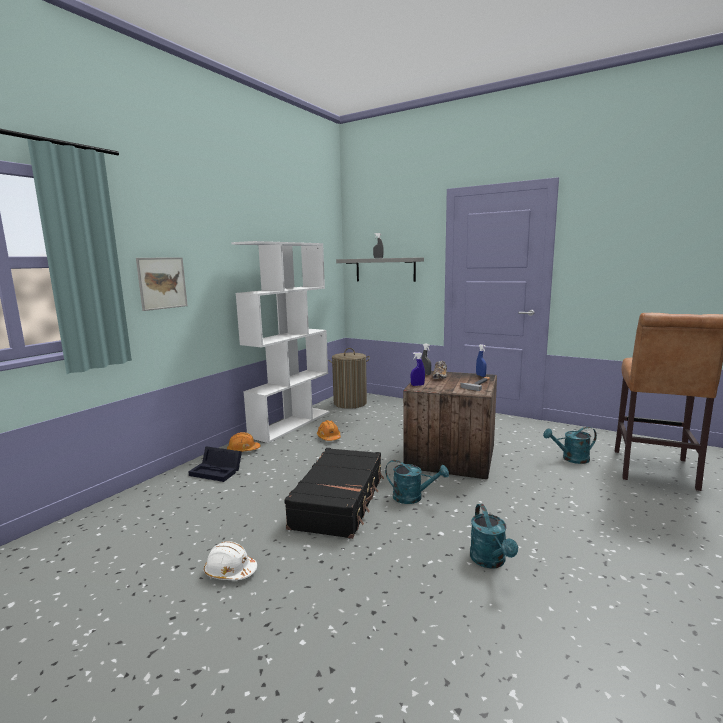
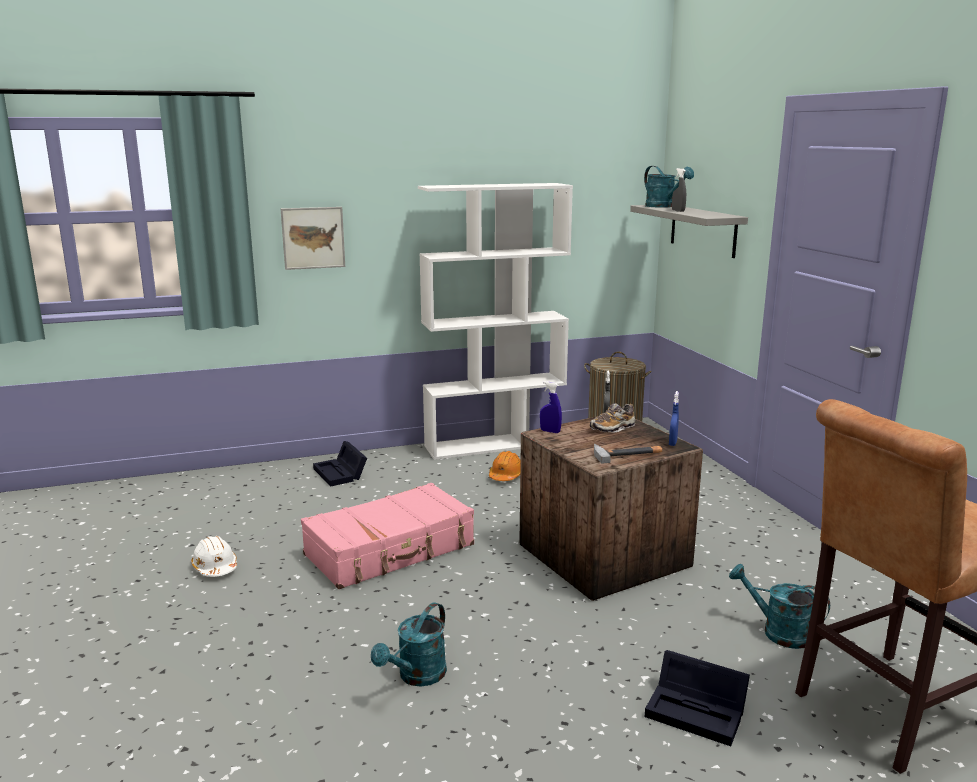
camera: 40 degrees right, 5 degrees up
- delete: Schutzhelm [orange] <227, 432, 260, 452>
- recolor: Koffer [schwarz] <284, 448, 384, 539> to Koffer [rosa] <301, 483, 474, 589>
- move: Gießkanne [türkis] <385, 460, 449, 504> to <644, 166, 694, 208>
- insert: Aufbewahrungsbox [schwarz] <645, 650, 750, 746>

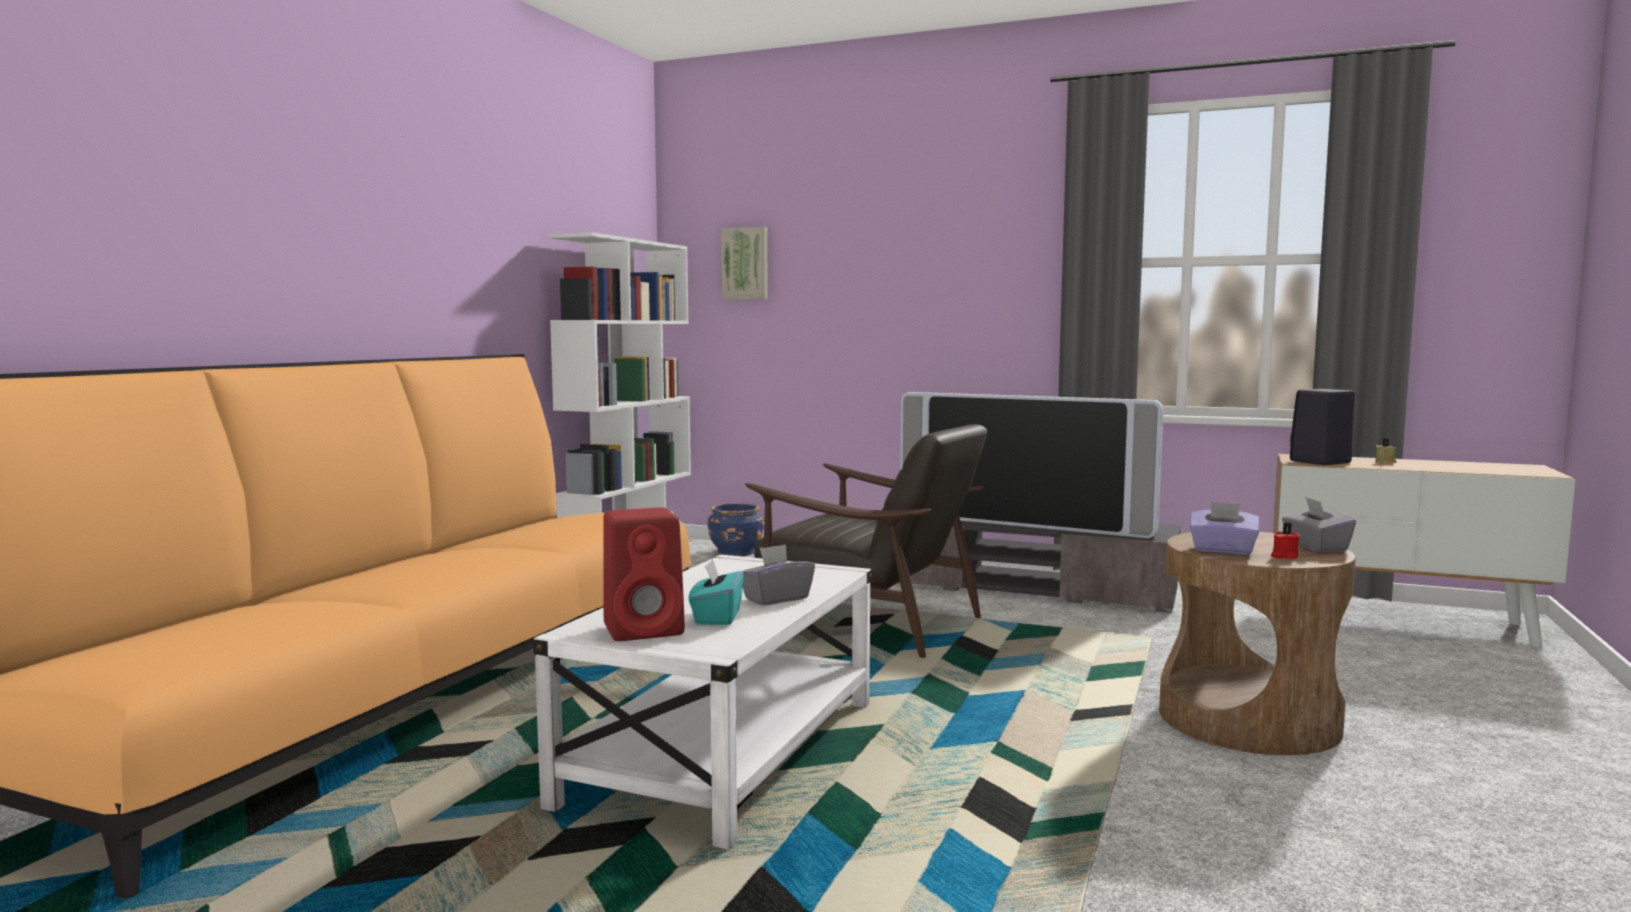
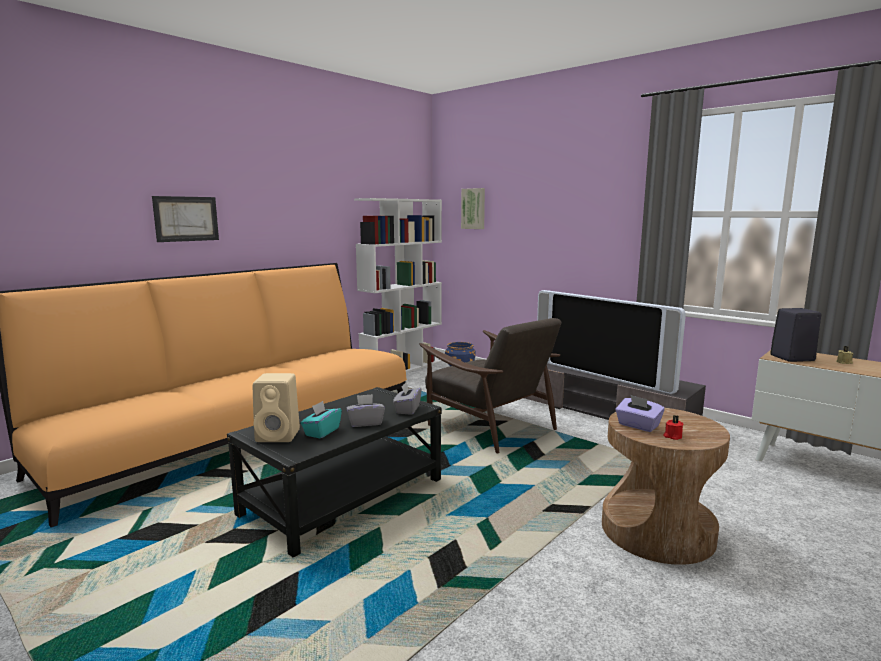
camera: 20 degrees right, 5 degrees up
- move: Taschentuchbox [grau] <1282, 497, 1356, 552> to <393, 382, 422, 415>
- recolor: Lautsprecher [rot] <603, 507, 685, 641> to Lautsprecher [beige] <253, 373, 300, 442>
- recolor: Couchtisch [weiß] <533, 555, 872, 850> to Couchtisch [schwarz] <227, 387, 442, 557>
- insert: Bild <152, 196, 219, 242>

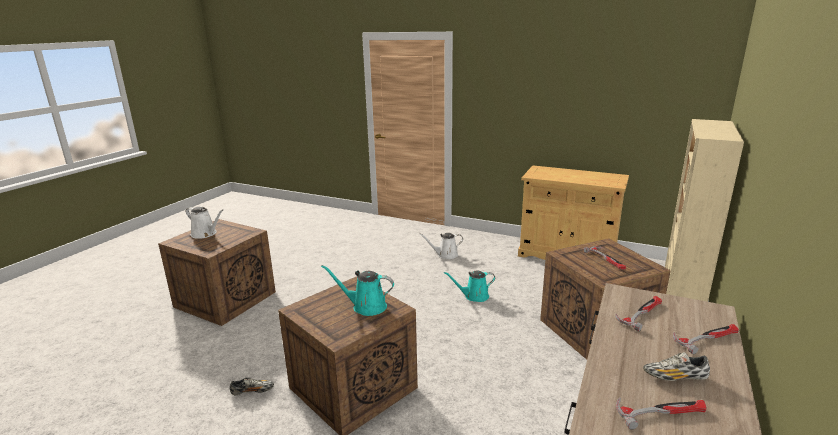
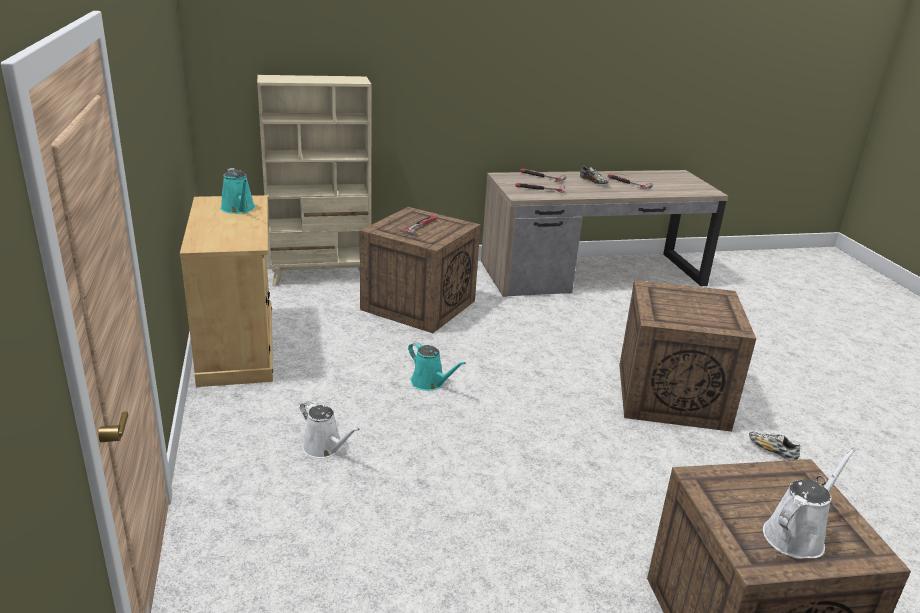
camera: 130 degrees left, 5 degrees up
- rotate: Gießkanne [weiß] <186, 207, 224, 239> = <763, 448, 856, 559> 60 degrees clockwise
- move: Gießkanne [türkis] <321, 265, 394, 316> to <221, 168, 255, 214>

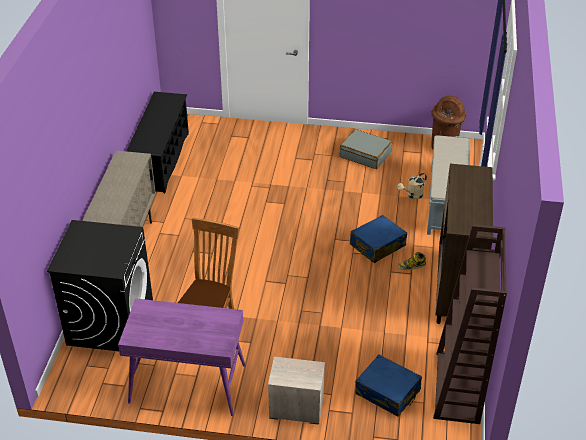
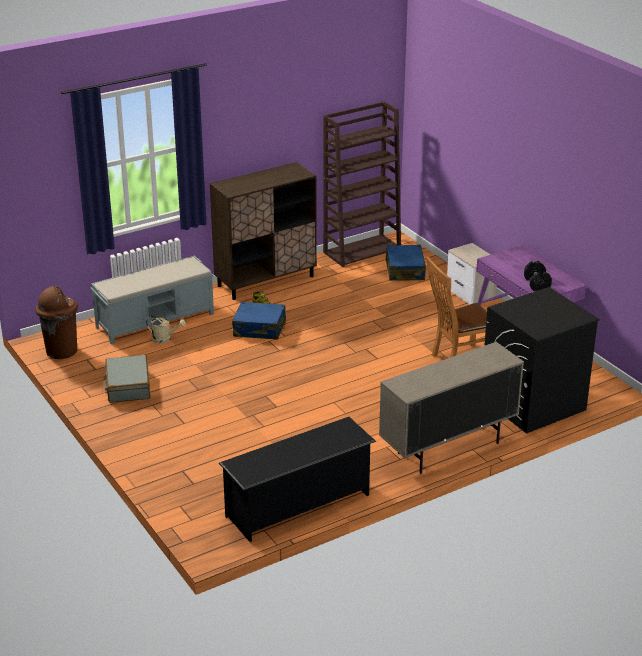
camera: 130 degrees left, 10 degrees down
- insert: Hantel [schwarz] <524, 261, 552, 291>

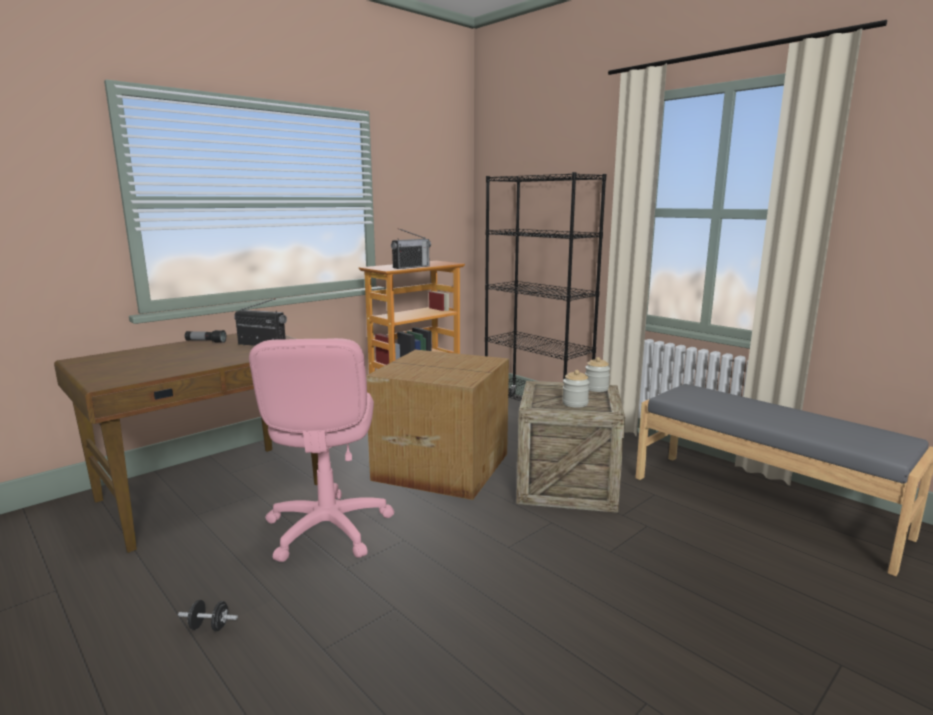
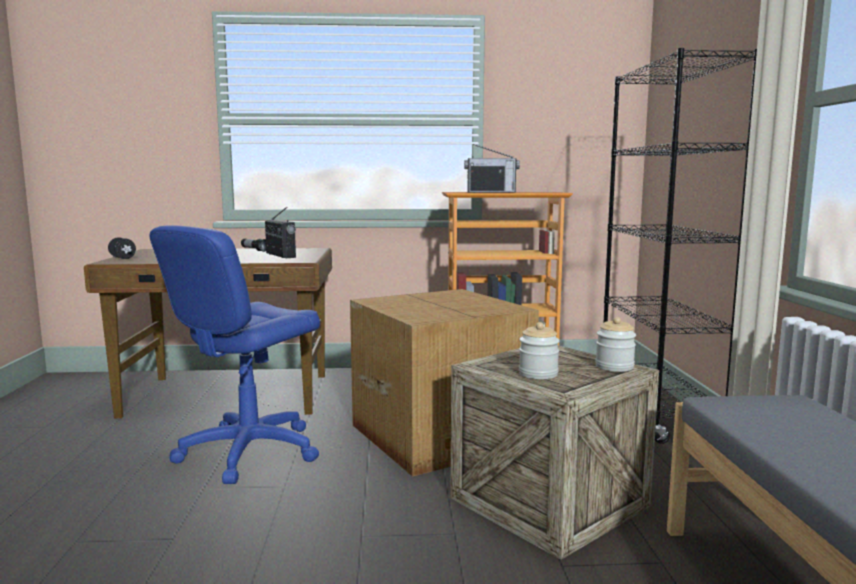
camera: 40 degrees right, 5 degrees down
- recolor: Bürostuhl [rosa] <249, 338, 394, 562> to Bürostuhl [blau] <149, 225, 320, 484>
- move: Hantel [schwarz] <178, 600, 238, 631> to <108, 237, 136, 259>

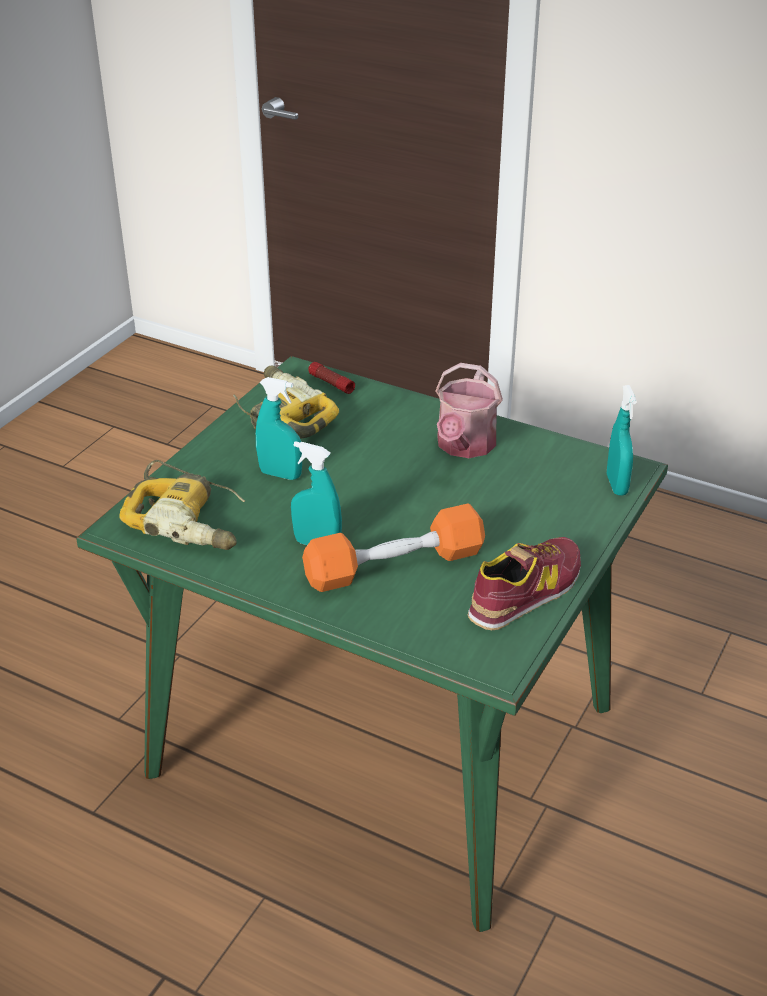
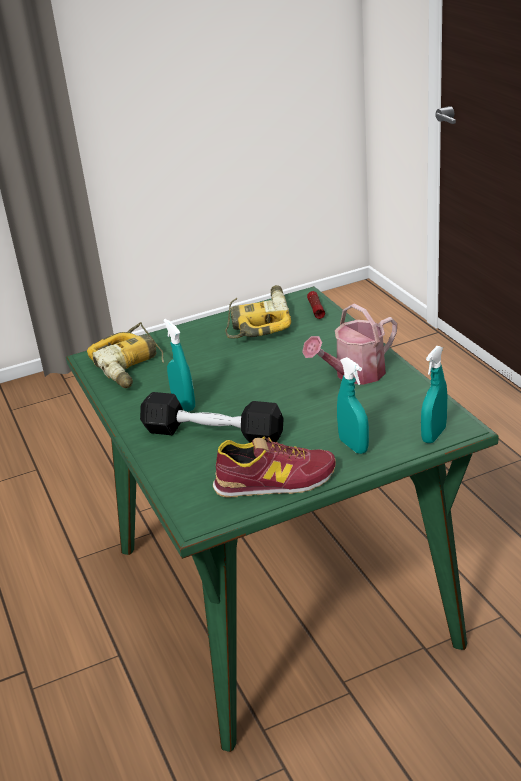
camera: 40 degrees right, 5 degrees down
- move: Sprühflasche [türkis] <256, 377, 302, 480> to <337, 357, 369, 454>
- recolor: Hantel [orange] <302, 503, 485, 592> to Hantel [schwarz] <140, 392, 284, 443>

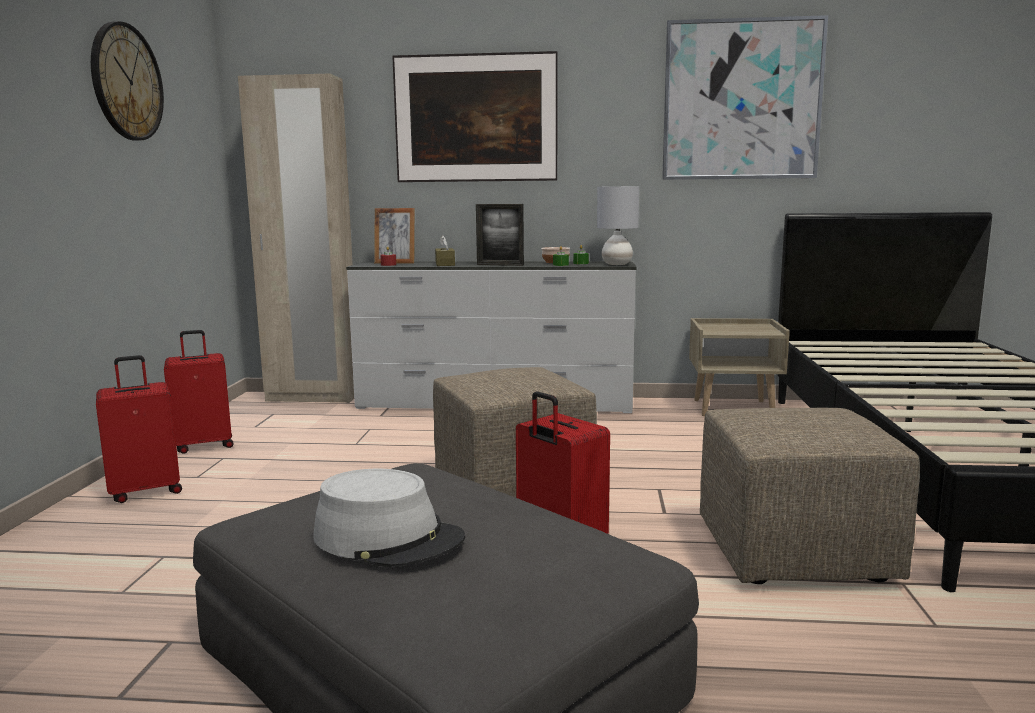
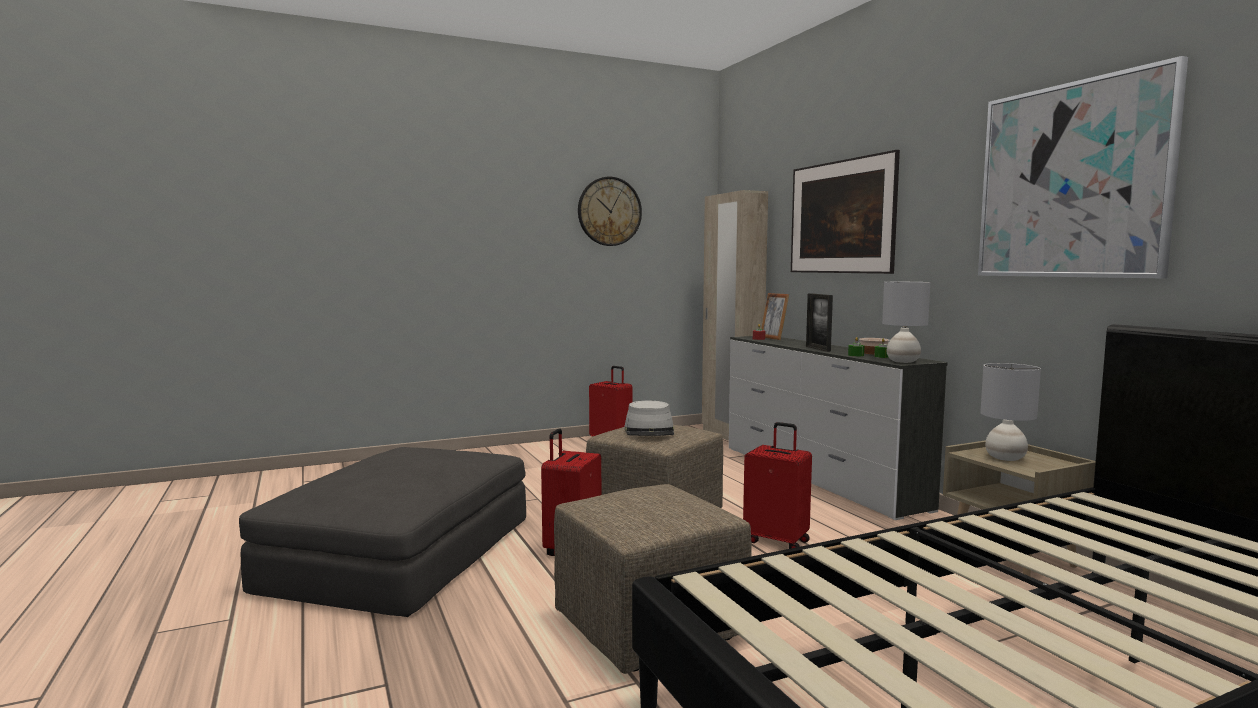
camera: 60 degrees right, 5 degrees down
- delete: Taschentuchbox [braun] <435, 235, 455, 266>
- move: Koffer [rot] <96, 355, 182, 503> to <743, 422, 812, 549>
- move: Hut [grau] <313, 469, 465, 567> to <624, 401, 674, 436>
- insert: Tischlampe [grau] <980, 363, 1041, 461>

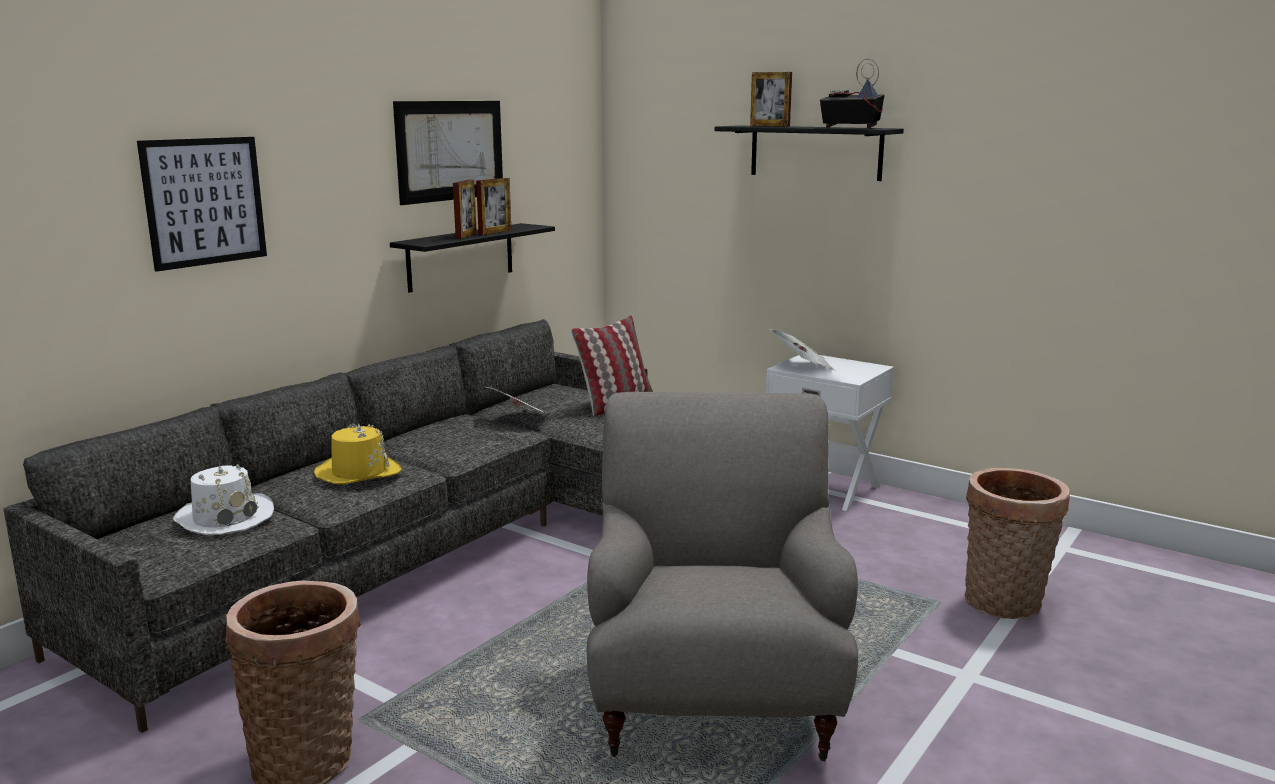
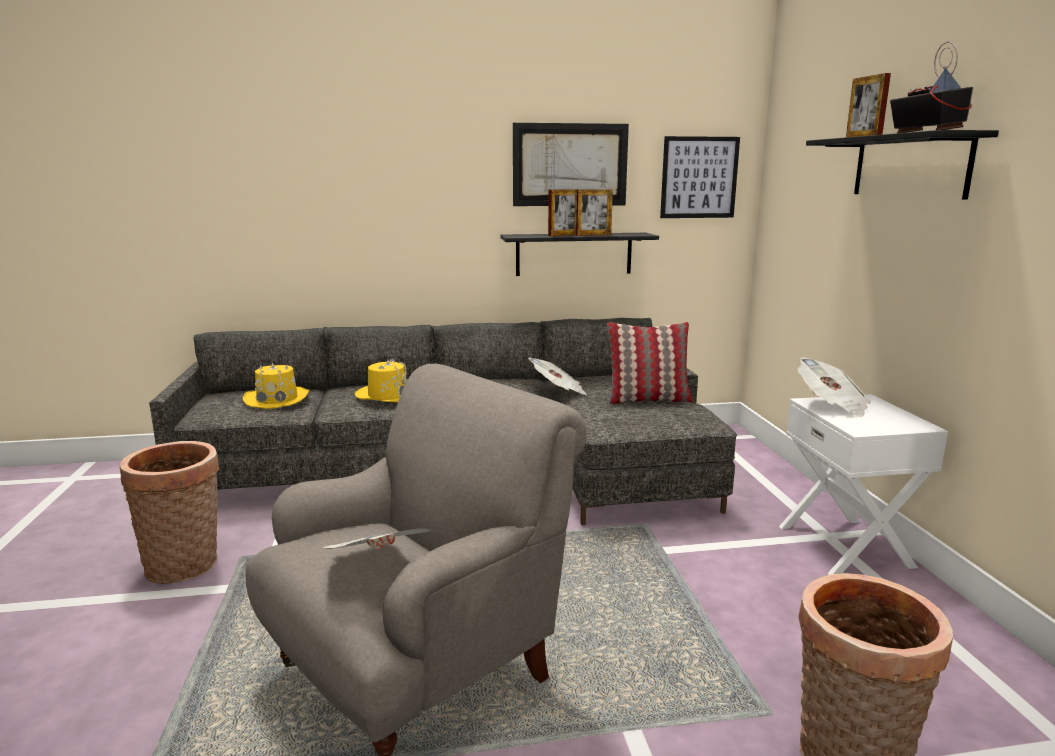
camera: 45 degrees right, 0 degrees up
- move: Bild <137, 137, 267, 272> to <660, 136, 740, 218>
- recolor: Hut [weiß] <173, 464, 274, 535> to Hut [gelb] <243, 362, 309, 409>
- insert: Zeitung <321, 528, 432, 550>

